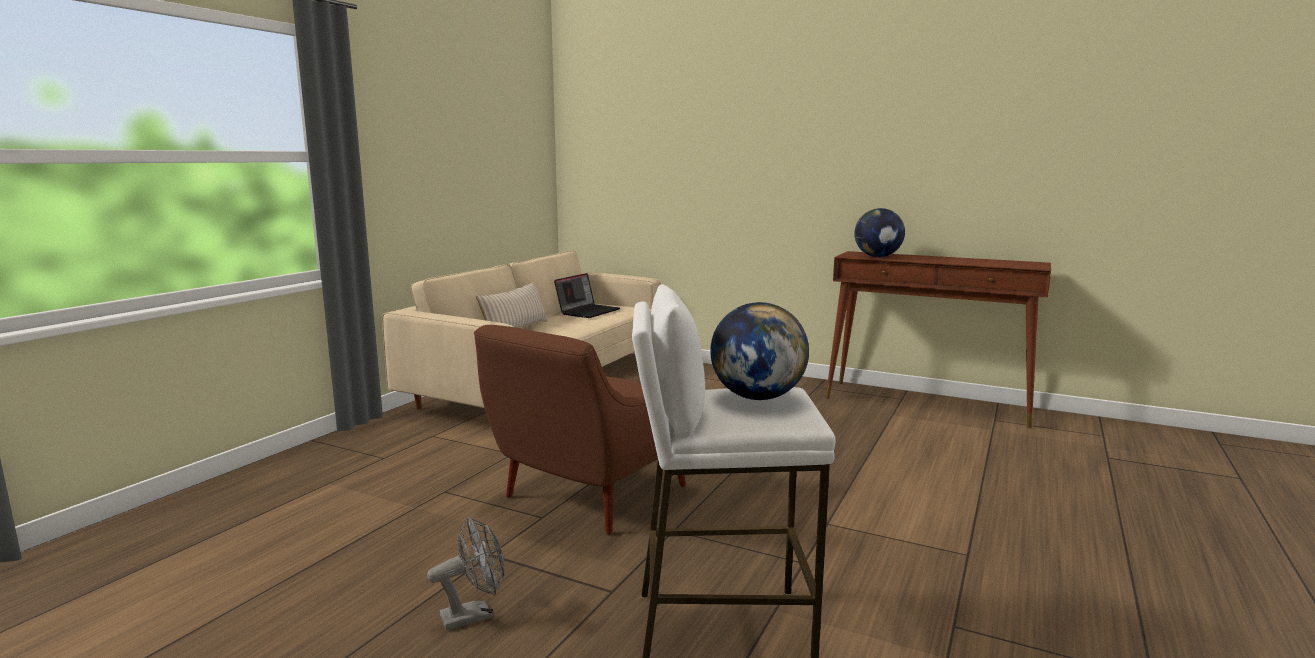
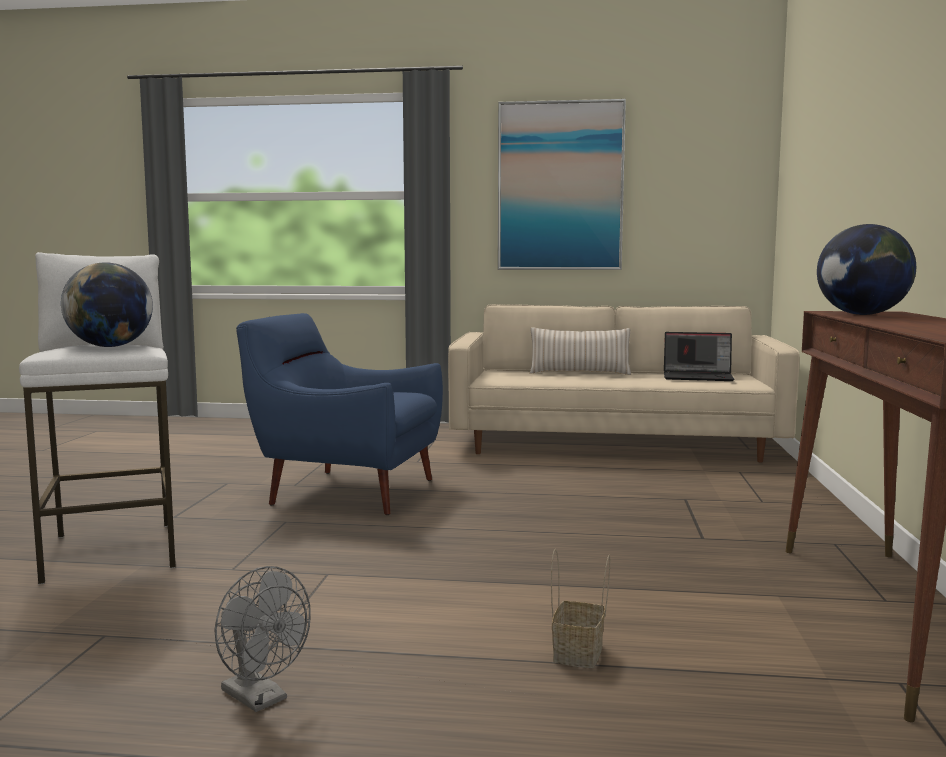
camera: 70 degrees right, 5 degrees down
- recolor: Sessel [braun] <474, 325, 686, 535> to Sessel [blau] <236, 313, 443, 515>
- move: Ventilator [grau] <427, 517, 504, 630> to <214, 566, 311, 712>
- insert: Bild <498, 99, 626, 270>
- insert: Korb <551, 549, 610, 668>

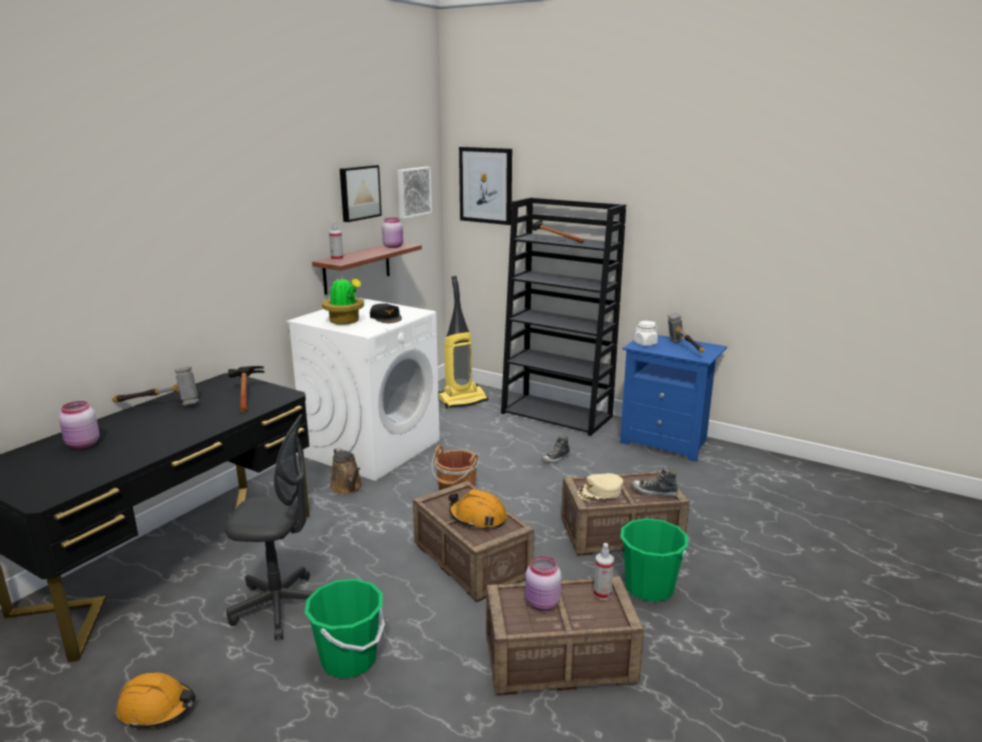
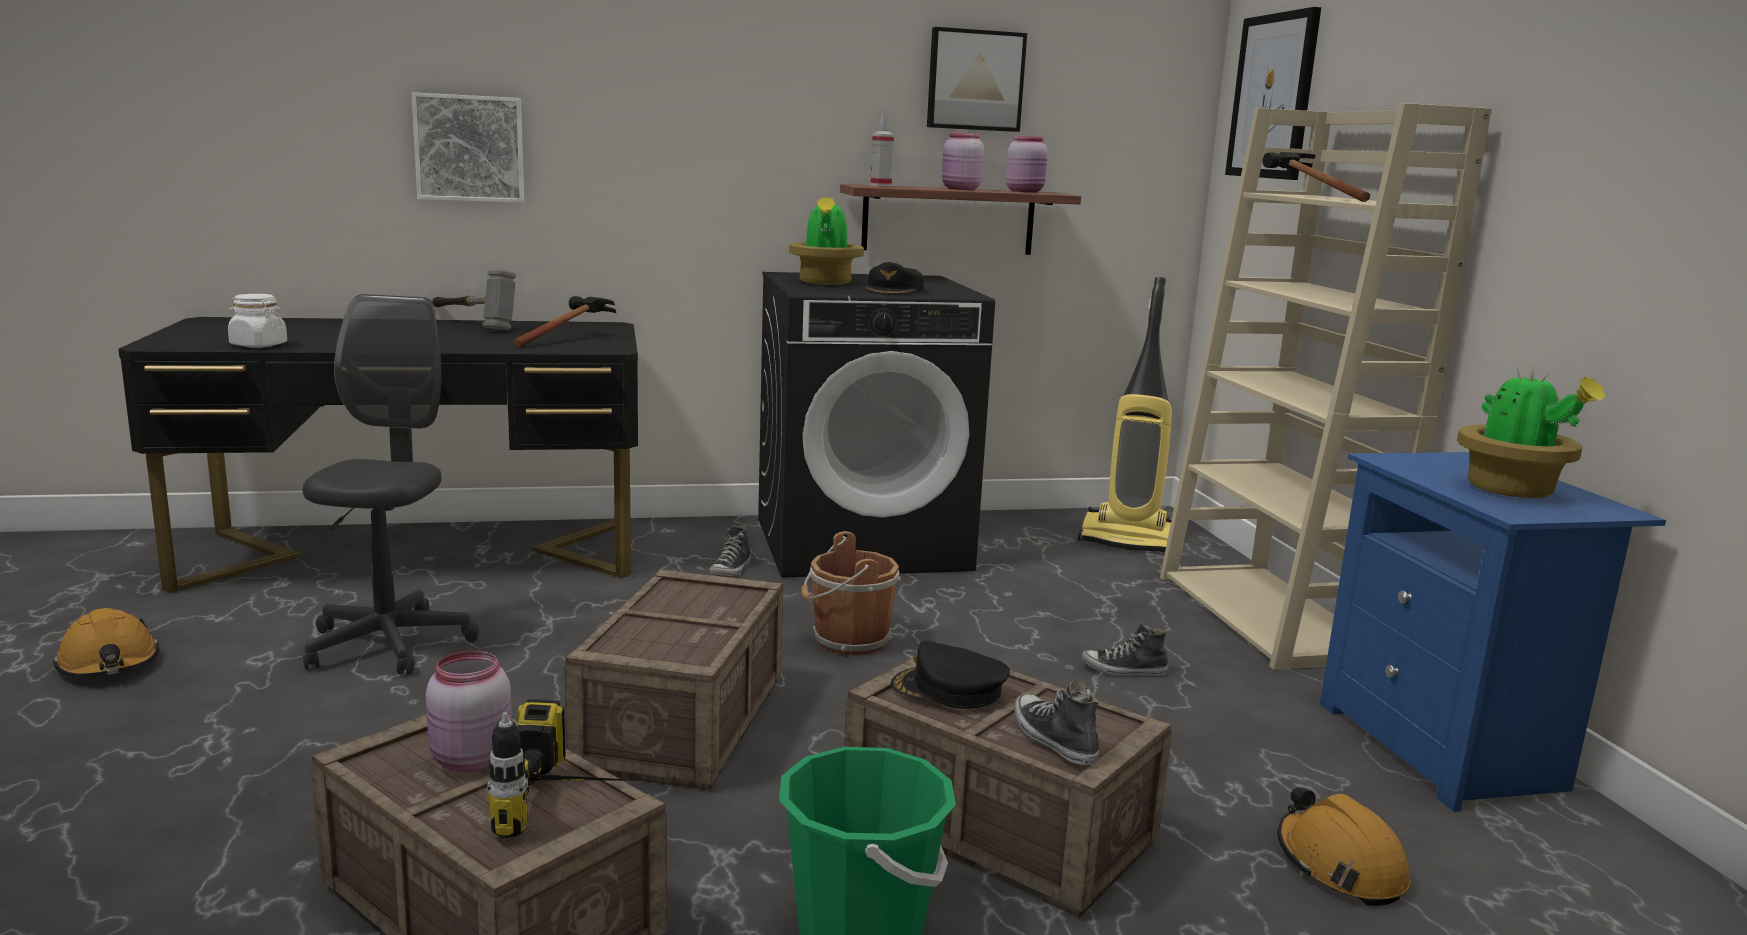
camera: 45 degrees right, 5 degrees down
- move: Bild <398, 167, 432, 219> to <412, 92, 524, 203>
- recolor: Bücherregal [schwarz] <501, 197, 626, 436> to Bücherregal [beige] <1160, 103, 1492, 670>
- recolor: Waschmaschine [weiß] <286, 298, 440, 481> to Waschmaschine [schwarz] <758, 272, 995, 578>
- replace: Hammer <668, 312, 705, 353> to Topfpflanze <1457, 367, 1606, 498>
- move: Vorratsglas [weiß] <634, 321, 658, 346> to <228, 294, 287, 348>
- move: Vorratsglas [rosa] <59, 401, 100, 449> to <942, 132, 984, 190>
- rotate: Bürostuhl [grau] <225, 414, 314, 640> = <303, 294, 479, 675> 135 degrees counterclockwise
- replace: Gießkanne [braun] <330, 447, 363, 495> to Schuh <709, 525, 751, 576>
- recolor: Kappe [beige] <577, 473, 623, 501> to Kappe [schwarz] <891, 641, 1010, 709>
- move: Schutzhelm [orange] <449, 489, 507, 529> to <1277, 787, 1410, 906>
- replace: Sprühflasche <594, 543, 614, 600> to Bohrmaschine <487, 699, 646, 839>
- delete: Eimer [grün] <304, 579, 385, 678>

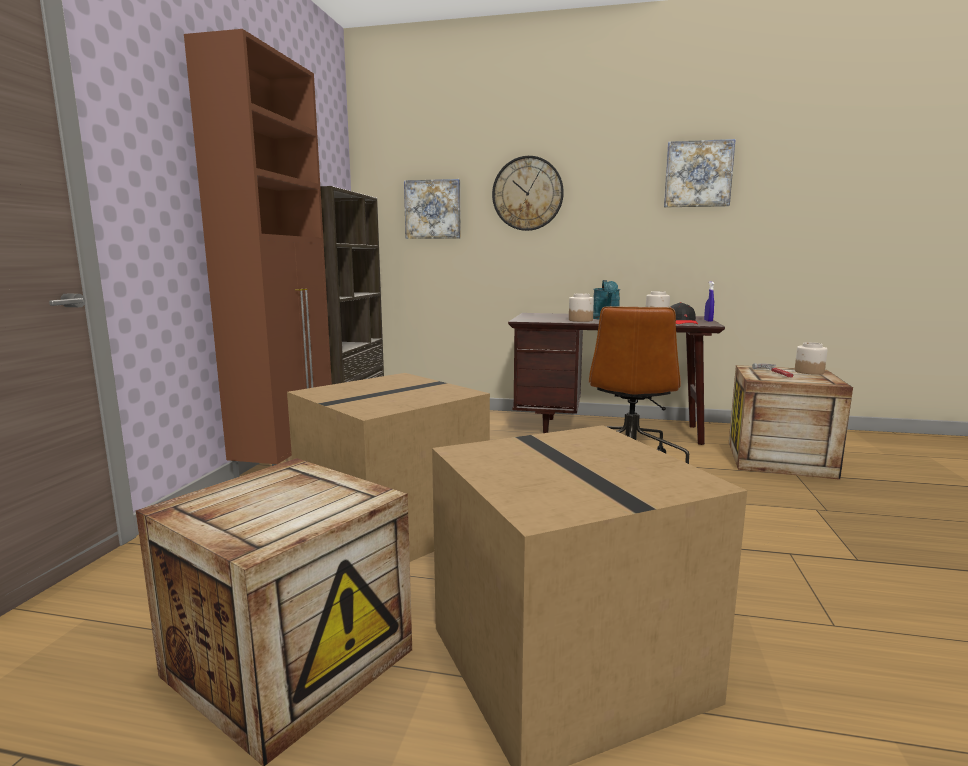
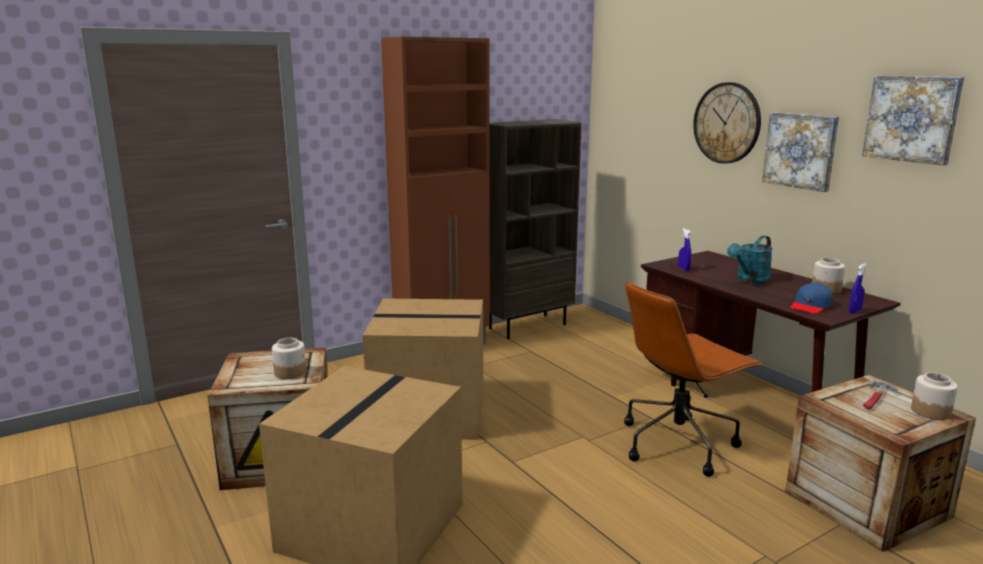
camera: 45 degrees right, 5 degrees up
- move: Bild <404, 179, 461, 239> to <762, 113, 839, 192>
- move: Vorratsglas <569, 293, 594, 322> to <272, 338, 306, 379>
- recolor: Kappe [schwarz] <670, 302, 698, 324> to Kappe [blau] <790, 282, 832, 314>
- insert: Sprühflasche [blau] <678, 228, 691, 271>

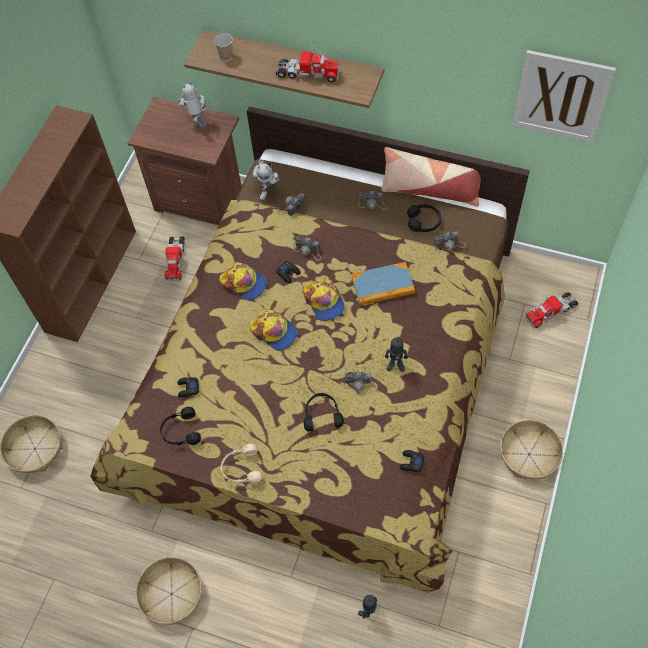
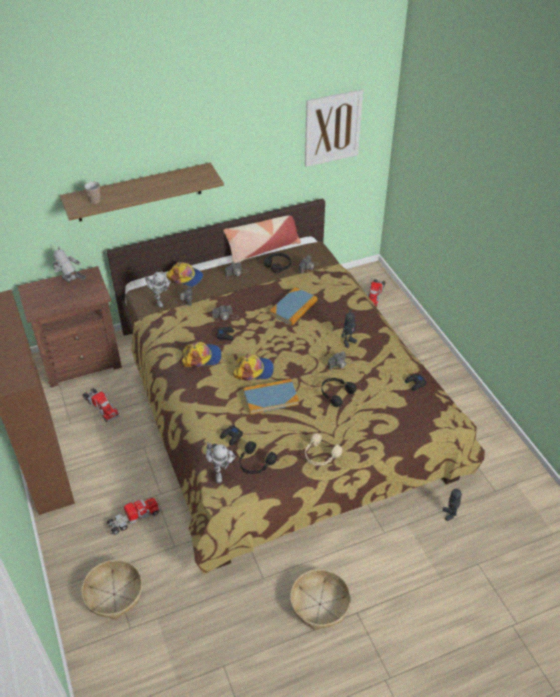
camera: 45 degrees left, 15 degrees down
- move: Spielzeuglaster <276, 48, 340, 83> to <106, 498, 161, 535>
- move: Kappe <303, 278, 345, 321> to <166, 262, 203, 287>
- delete: Korb <500, 420, 563, 479>
- insert: Buch <243, 379, 299, 414>
- insert: Spielzeugroboter <205, 442, 236, 484>

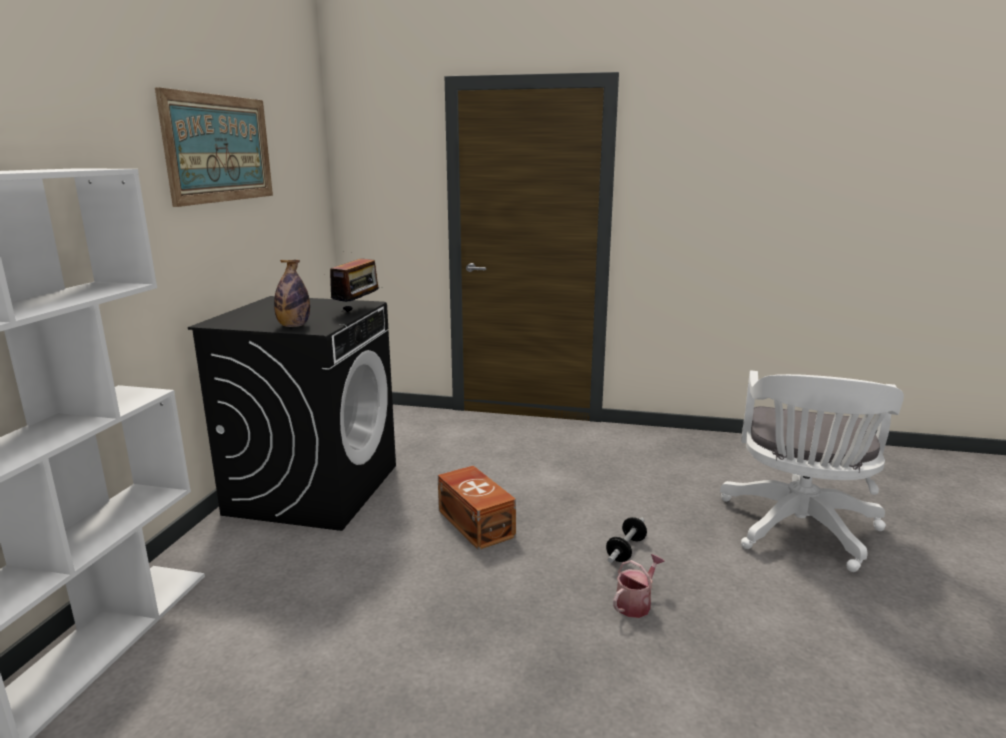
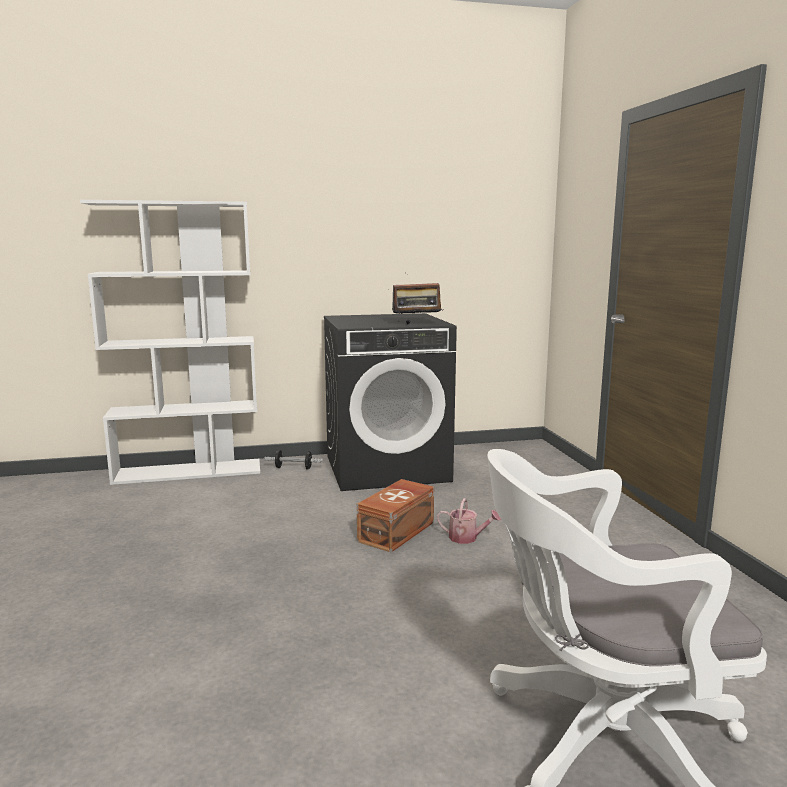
camera: 65 degrees right, 5 degrees down
- delete: Bild <155, 87, 273, 207>
- delete: Flasche <274, 260, 310, 327>
- move: Hantel <606, 517, 647, 563> to <264, 450, 323, 469>
- move: Gießkanne <613, 554, 664, 618> to <437, 498, 501, 544>

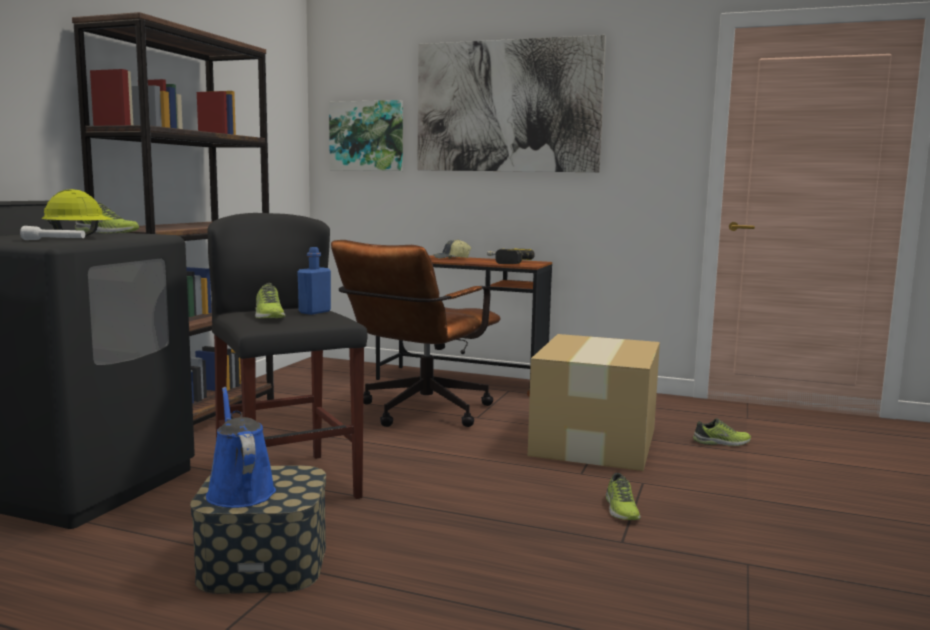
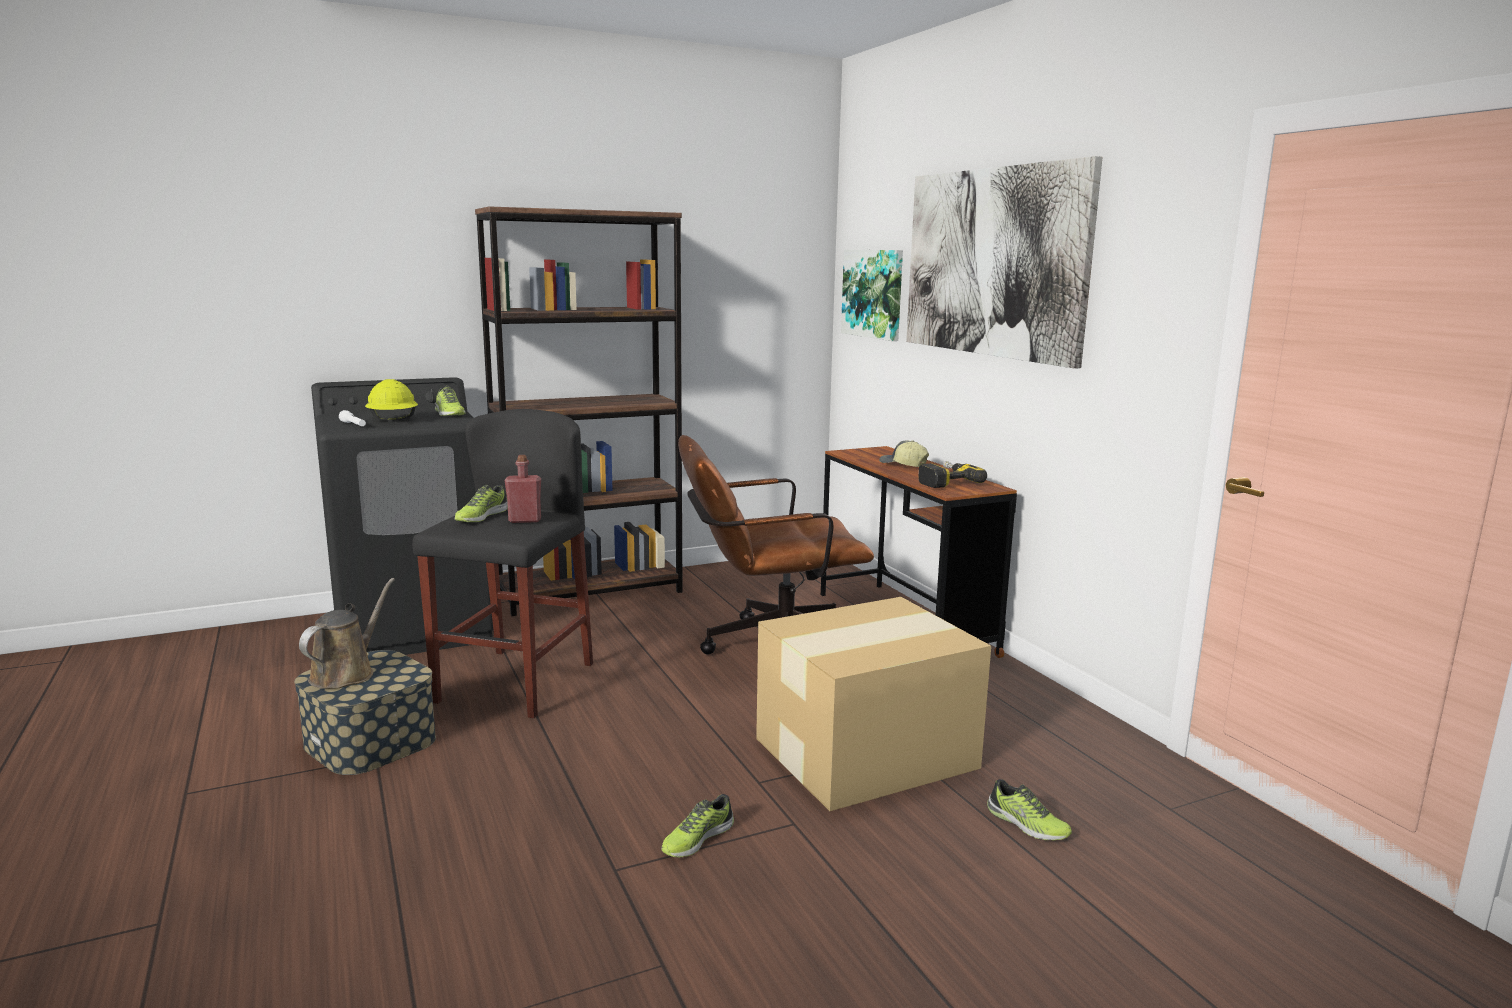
camera: 45 degrees right, 5 degrees up
- recolor: Flasche [blau] <297, 247, 331, 315> to Flasche [rot] <505, 455, 541, 523>
- recolor: Gießkanne [blau] <206, 387, 276, 508> to Gießkanne [braun] <299, 578, 395, 689>

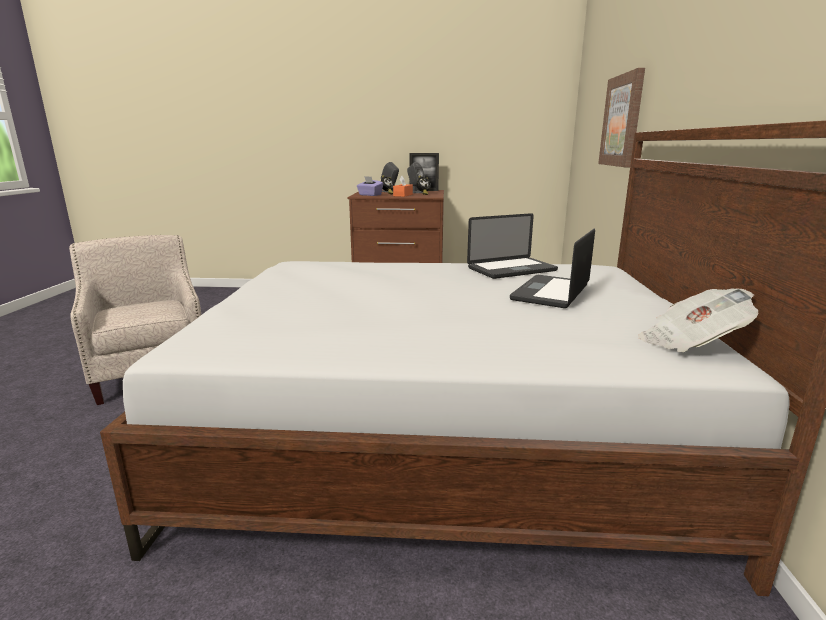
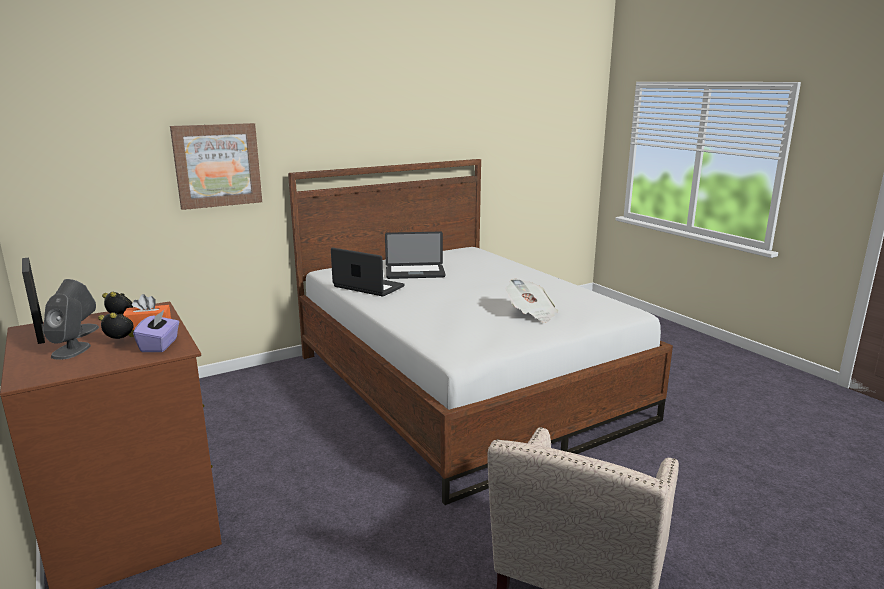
camera: 125 degrees left, 0 degrees up
- move: Zeitung <638, 288, 759, 352> to <505, 278, 558, 323>

